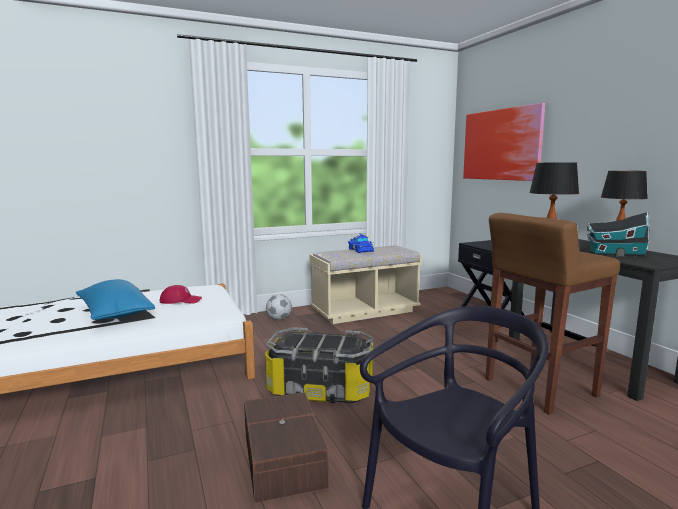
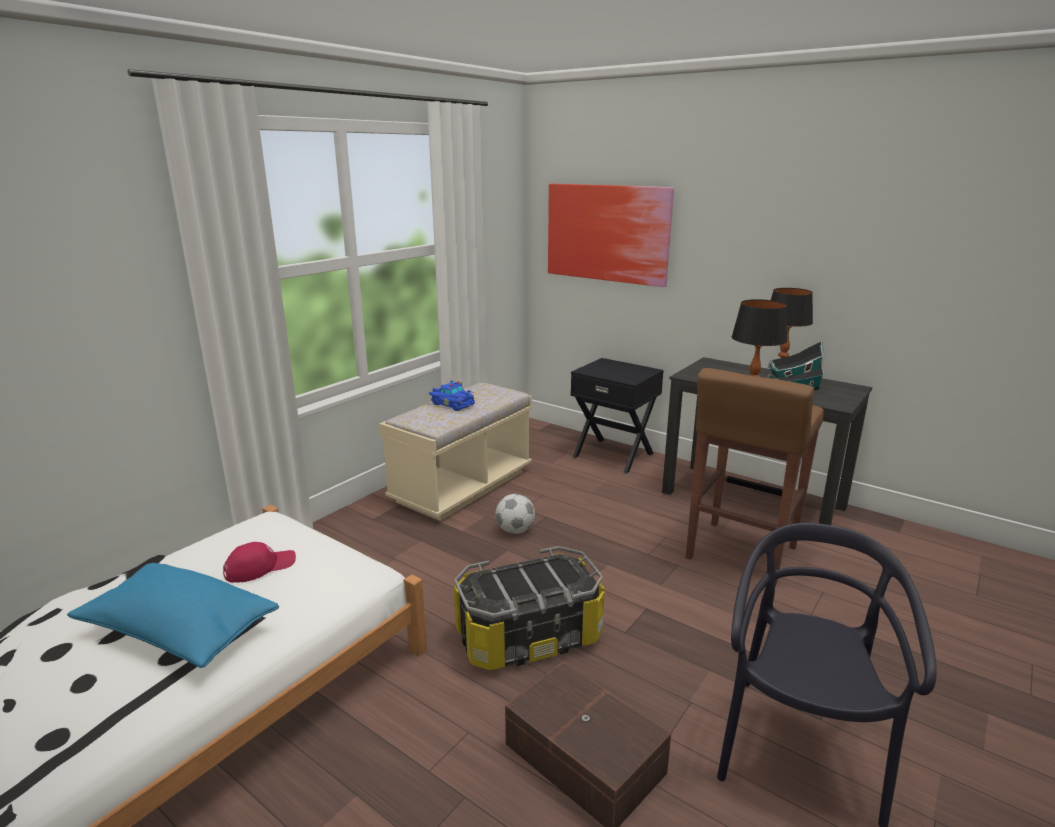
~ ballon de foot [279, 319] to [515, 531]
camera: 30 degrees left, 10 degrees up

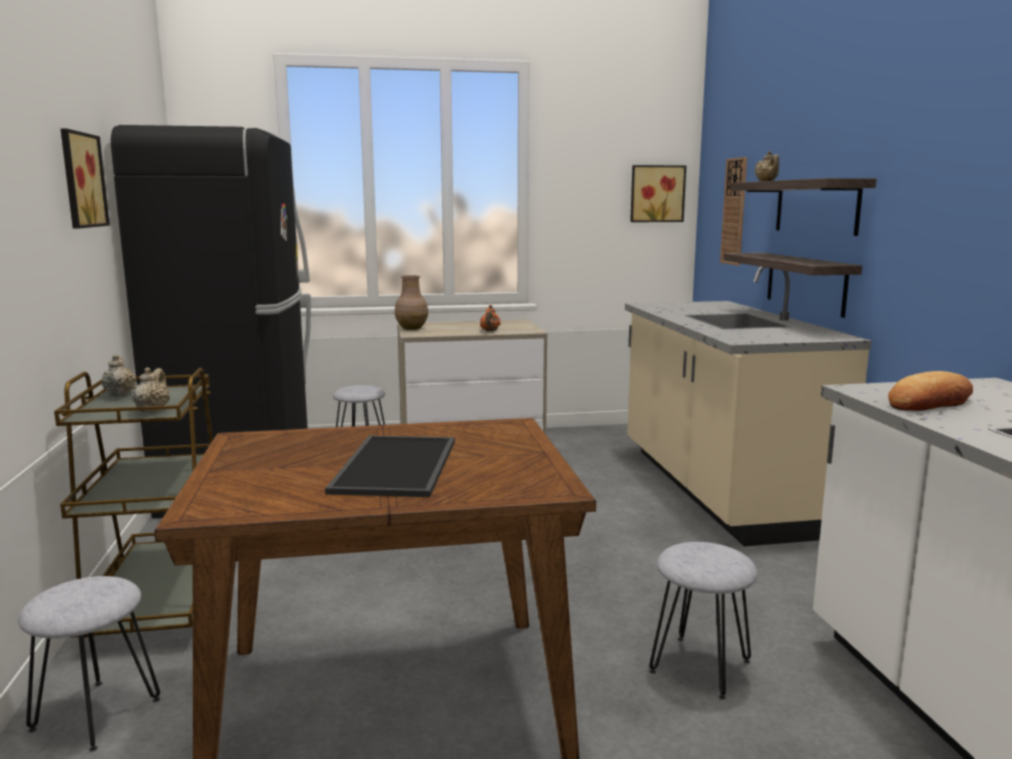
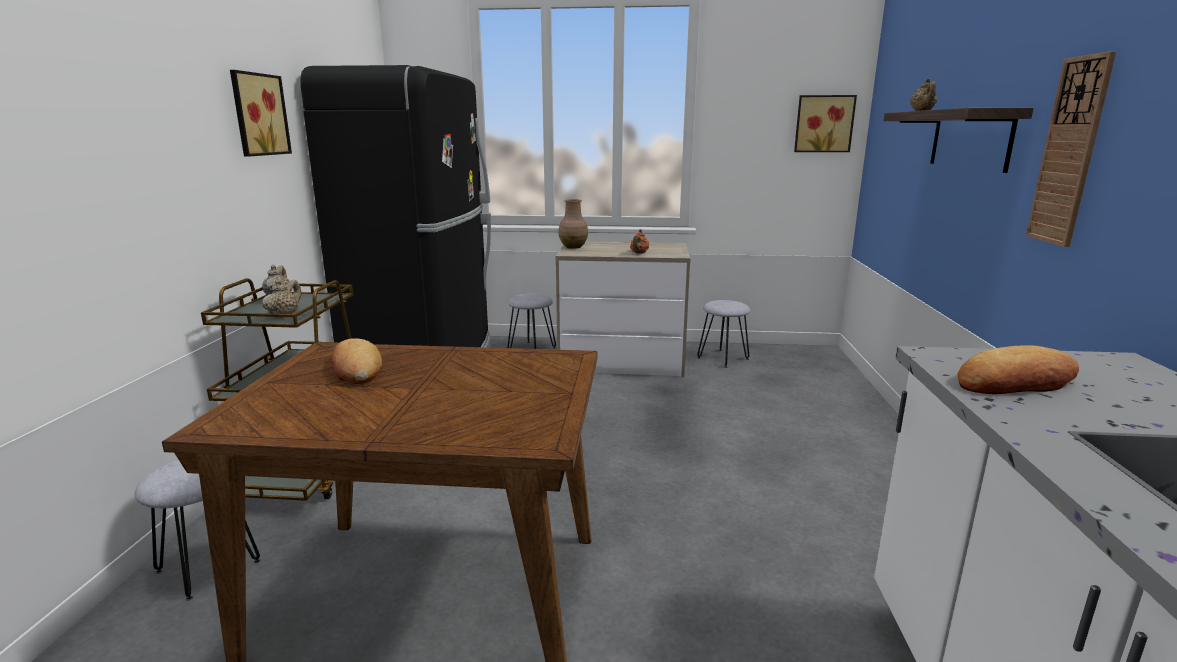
- plateau [398, 466]
- comptoir de cuisine (beige) [718, 489]
~ tabouret (gris) [701, 667] to [723, 358]
~ horloge murale [734, 211] to [1069, 152]
- étagère [805, 283]
+ pain [356, 369]
camera: 15 degrees right, 5 degrees up

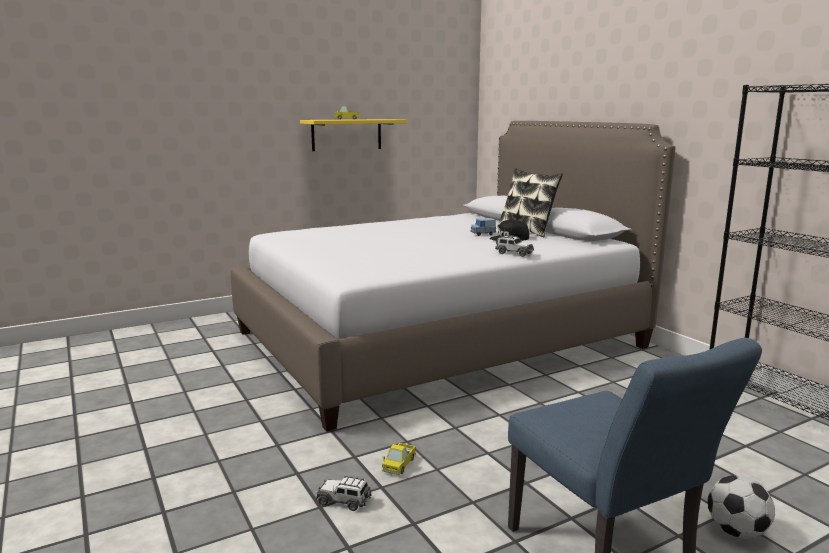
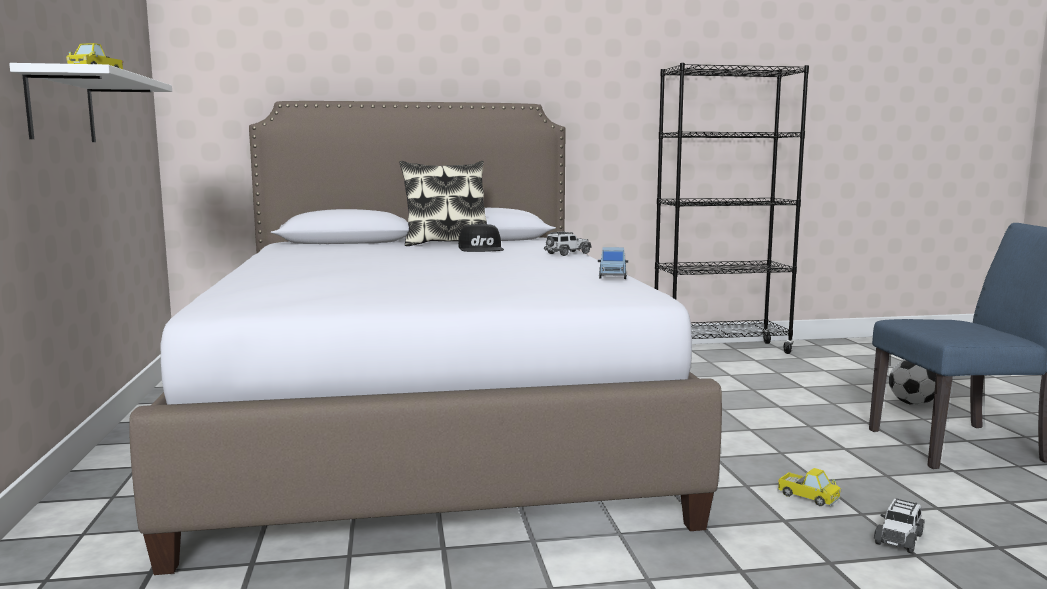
~ étagère (jaune) [346, 134] to étagère (blanc) [61, 108]
~ petite voiture (bleu) [483, 234] to [612, 276]
camera: 70 degrees left, 5 degrees down

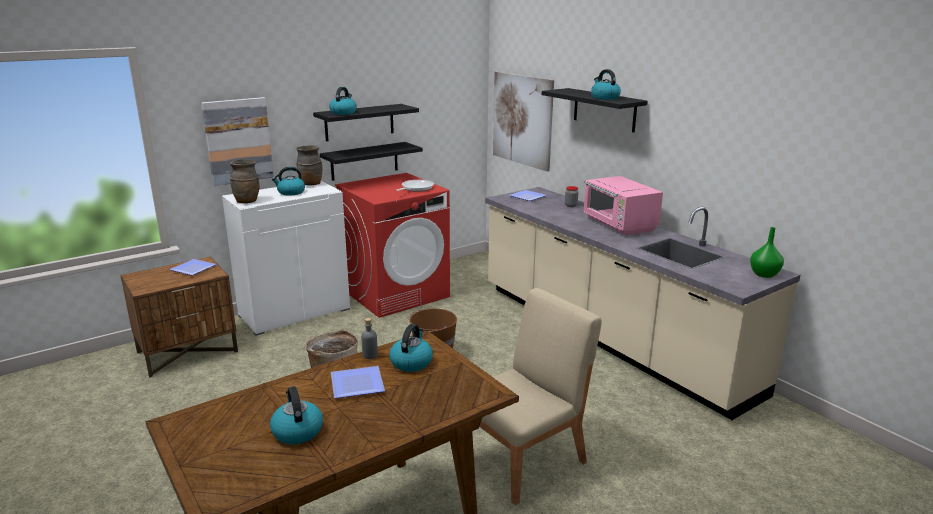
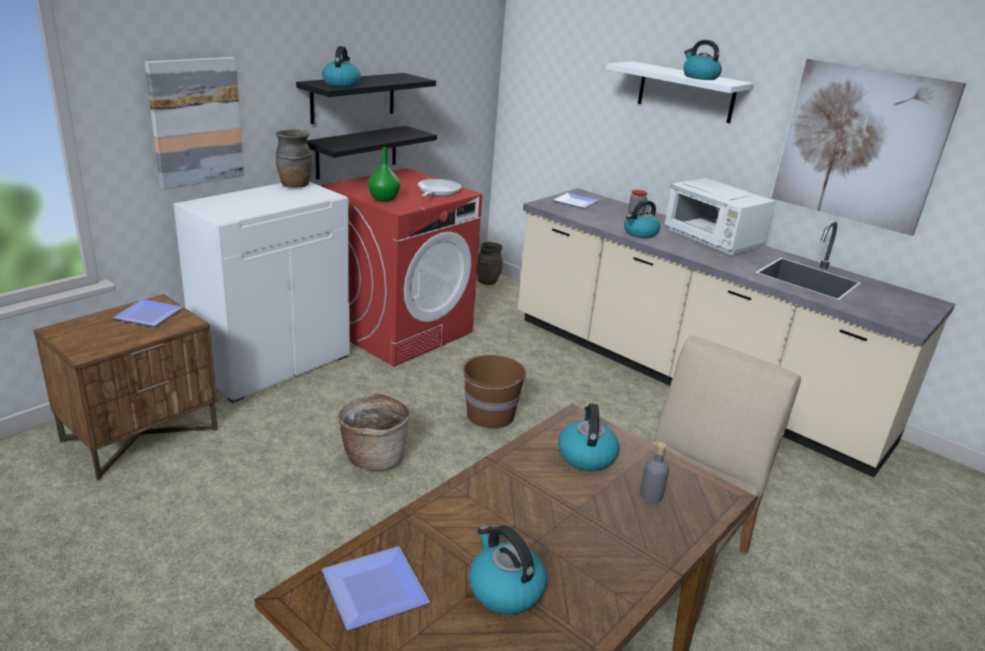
~ vase (marron) [247, 201] to [487, 282]
~ bouilloire [290, 192] to [640, 233]
~ assiette [359, 385] to [378, 591]
~ bouteille (gris) [370, 355] to [651, 495]
~ tableau [522, 120] to [860, 145]
~ étagère (noir) [604, 110] to étagère (blanc) [686, 92]
~ micro-ondes (rose) [619, 225] to micro-ondes (blanc) [712, 241]
~ vase (vert) [764, 274] to [384, 199]
camera: 15 degrees left, 5 degrees up

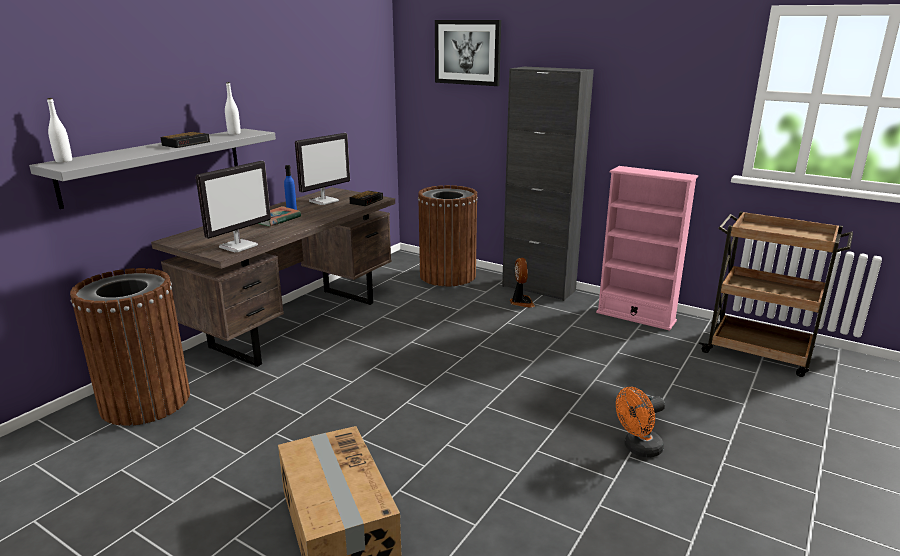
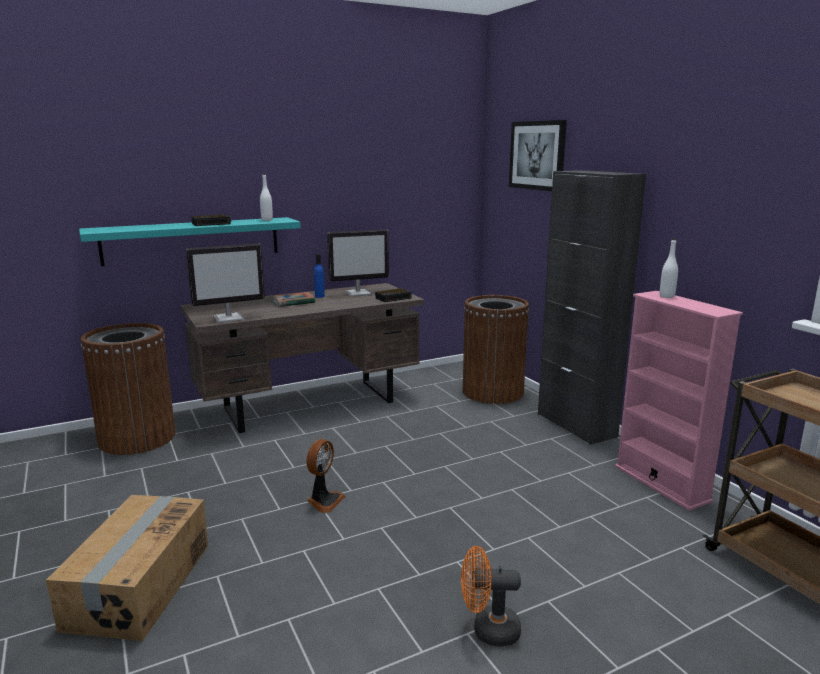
~ étagère (gris) [155, 165] to étagère (turquoise) [192, 240]
~ bouteille (blanc) [64, 161] to [666, 296]
~ ventilateur [521, 302] to [324, 501]
camera: 30 degrees right, 5 degrees down

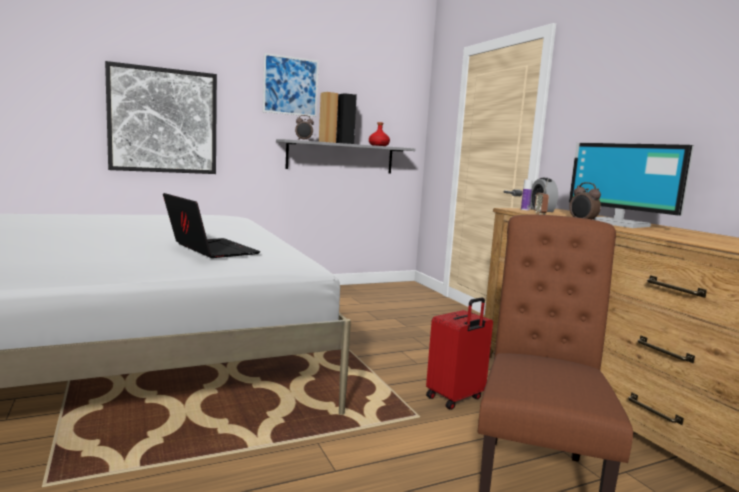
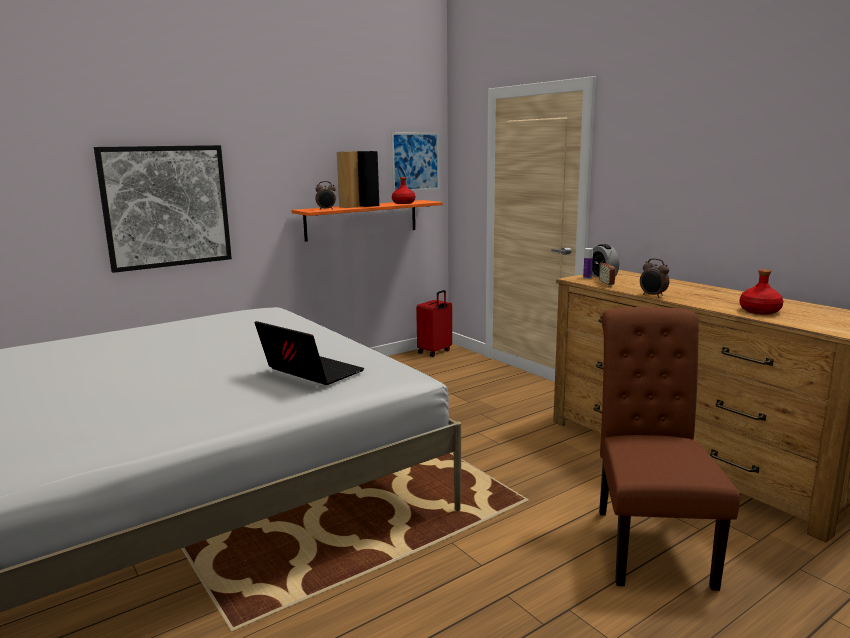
~ tableau [290, 86] to [415, 161]
~ étagère (gris) [341, 157] to étagère (orange) [362, 220]
~ valise (rouge) [455, 398] to [435, 352]
- écran d'ordinateur [619, 223]
+ bouteille (rouge) [759, 311]
camera: 10 degrees left, 5 degrees up

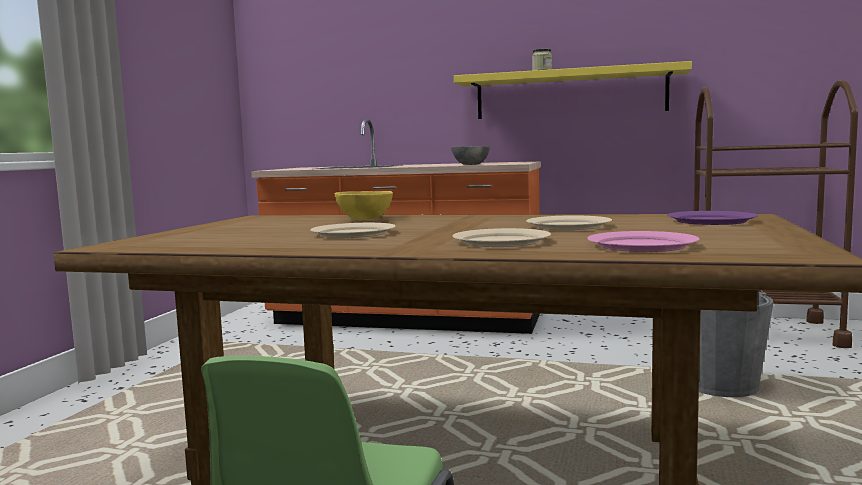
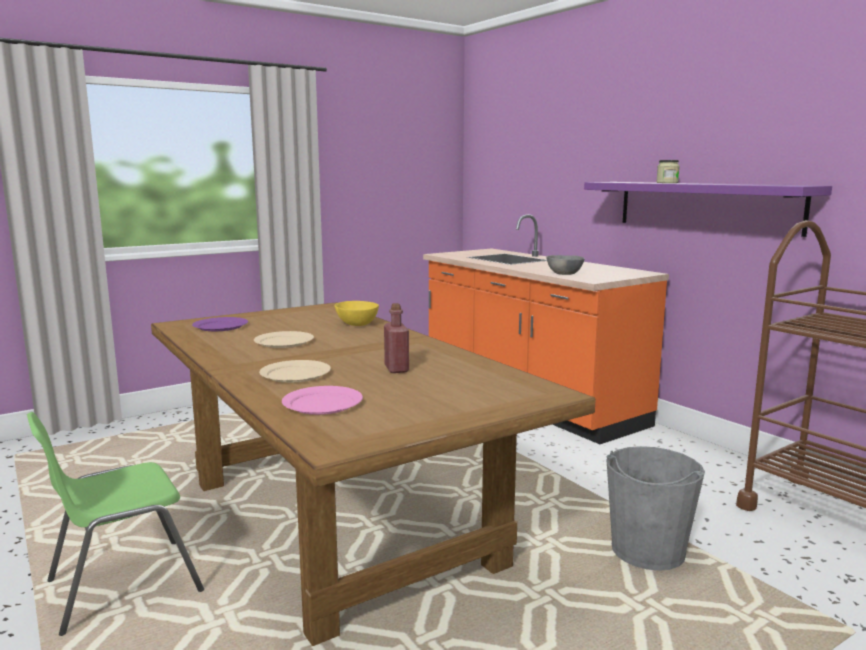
~ étagère (jaune) [570, 94] to étagère (violet) [706, 206]
~ assiette (beige) [568, 226] to bouteille (rouge) [396, 369]
~ assiette (violet) [711, 221] to [220, 326]
camera: 40 degrees right, 5 degrees up

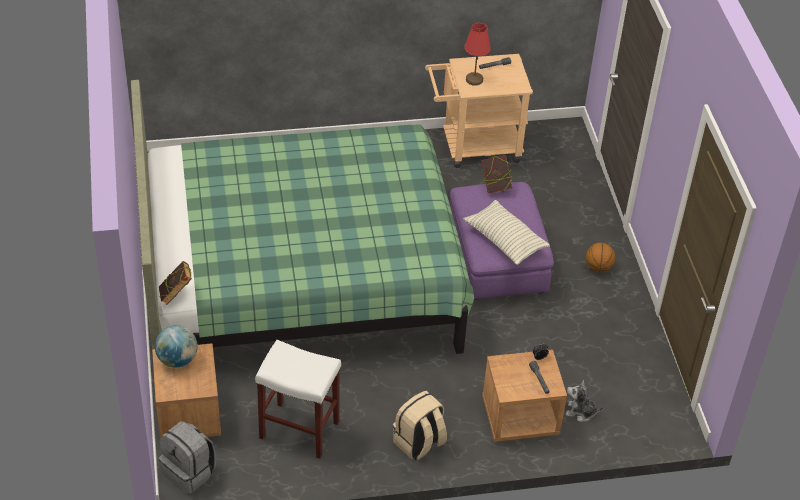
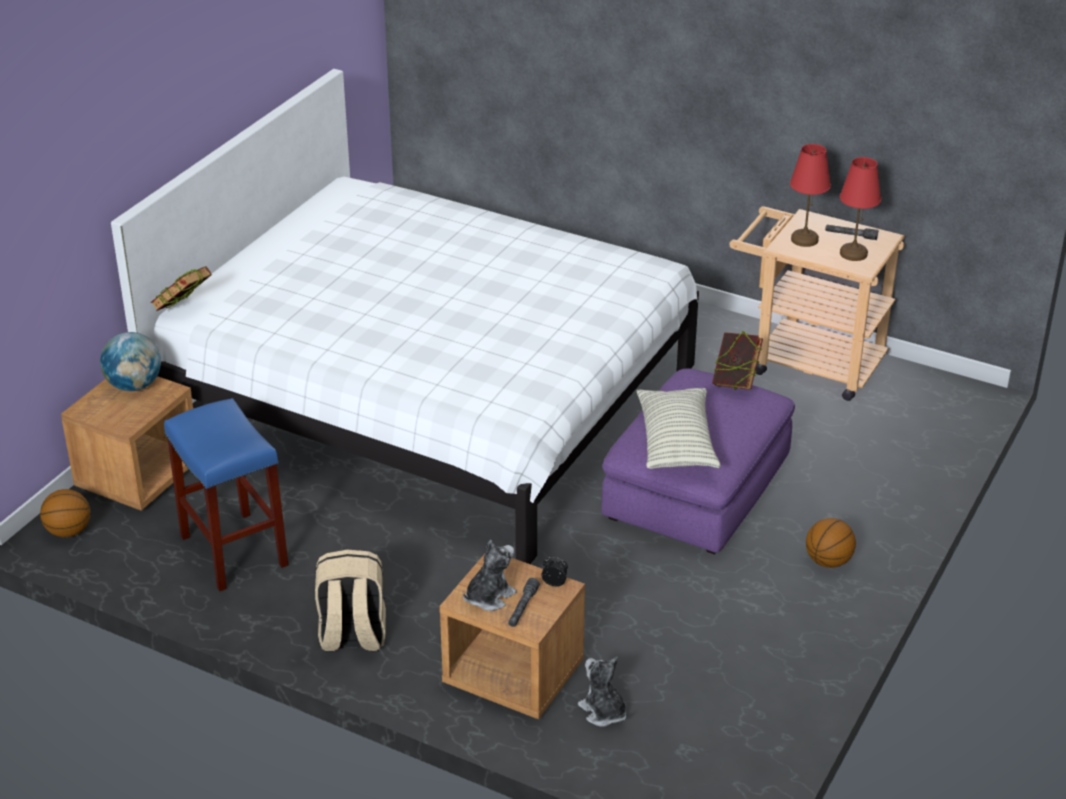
~ lit (vert) [299, 274] to lit (blanc) [428, 400]
~ sac à dos (gris) [190, 472] to ballon de basket [69, 531]
~ tabouret (blanc) [298, 430] to tabouret (bleu) [232, 550]
+ peluche [489, 597]
+ lampe de table (rouge) [853, 254]
camera: 40 degrees right, 10 degrees down

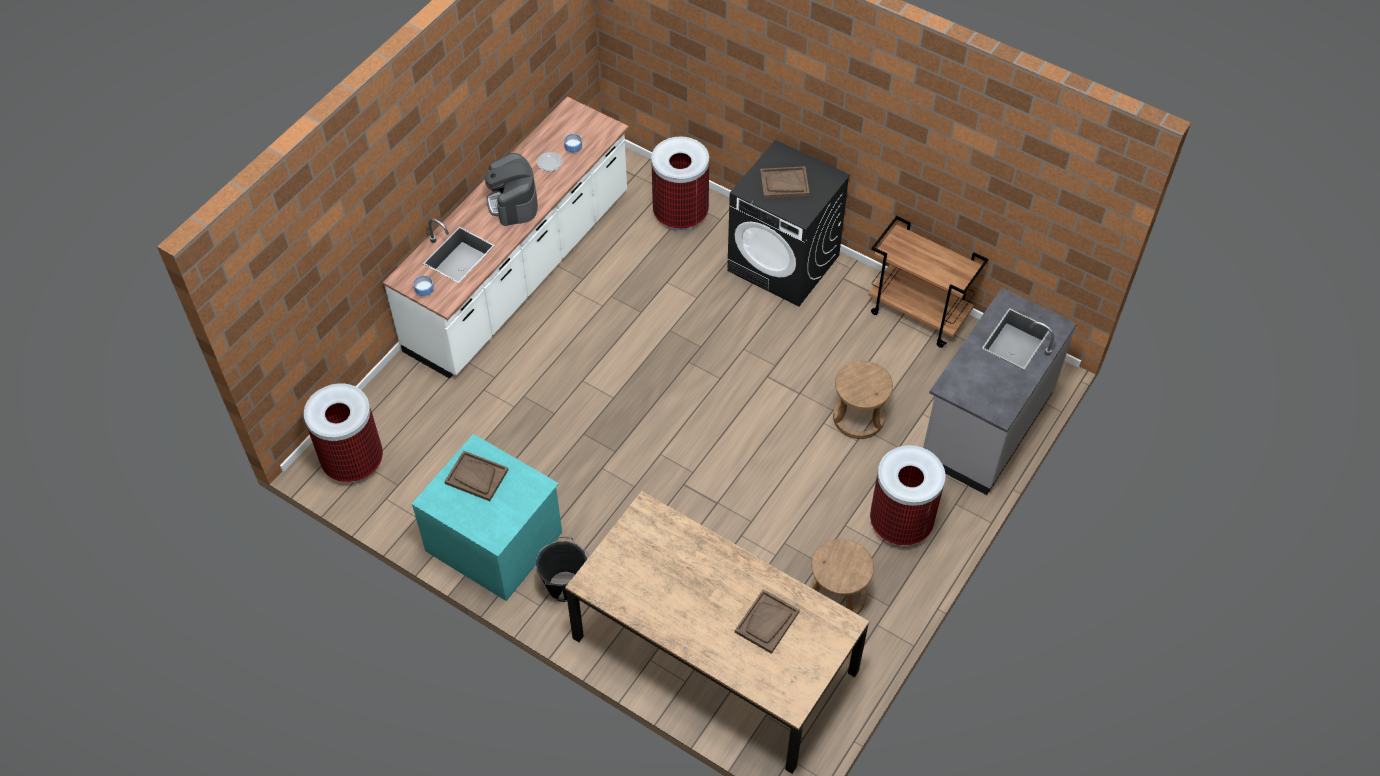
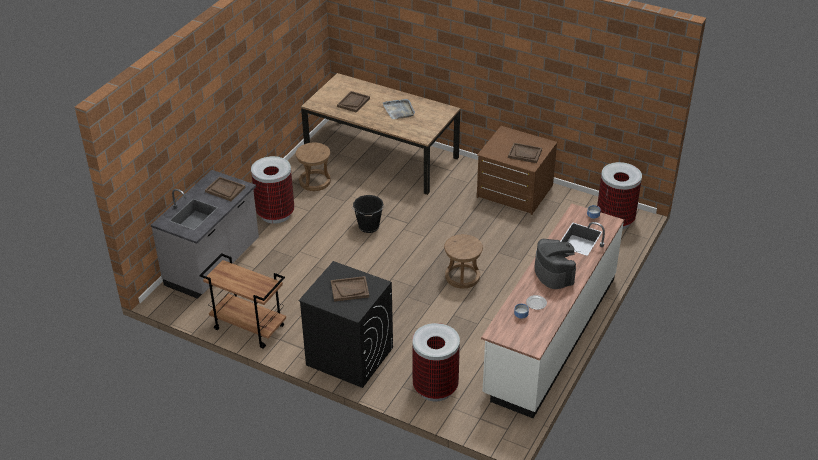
~ commode (turquoise) [495, 540] to commode (marron) [514, 192]
~ seau (noir) [565, 585] to [369, 227]
~ tabouret (marron) [858, 418] to [462, 276]
+ plateau (marron) [225, 190]
+ plateau (gris) [399, 110]
camera: 175 degrees right, 15 degrees down

